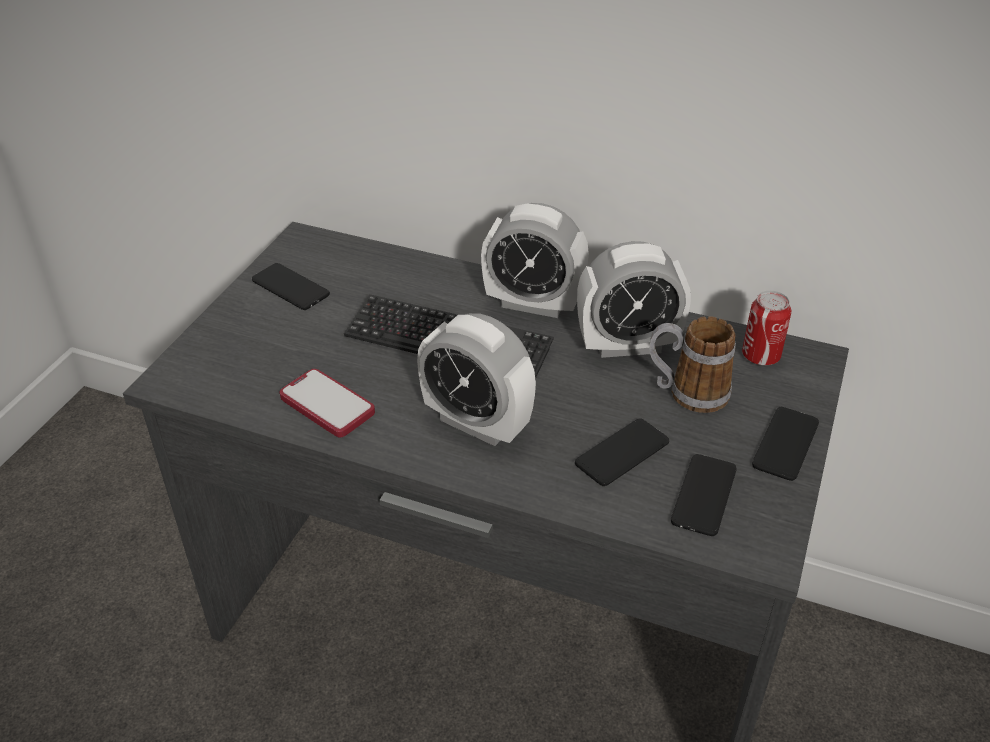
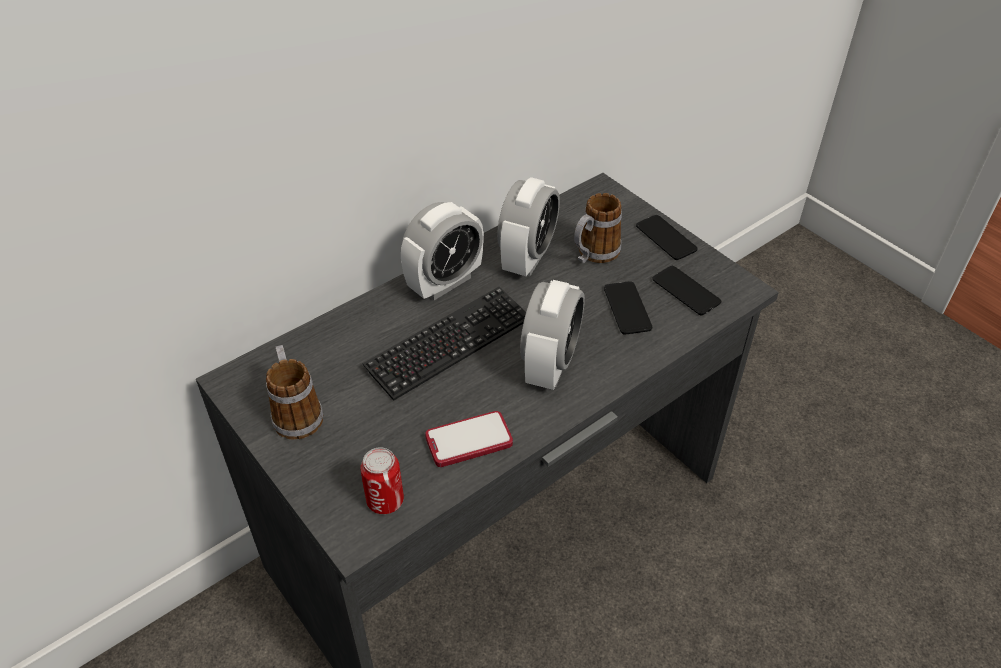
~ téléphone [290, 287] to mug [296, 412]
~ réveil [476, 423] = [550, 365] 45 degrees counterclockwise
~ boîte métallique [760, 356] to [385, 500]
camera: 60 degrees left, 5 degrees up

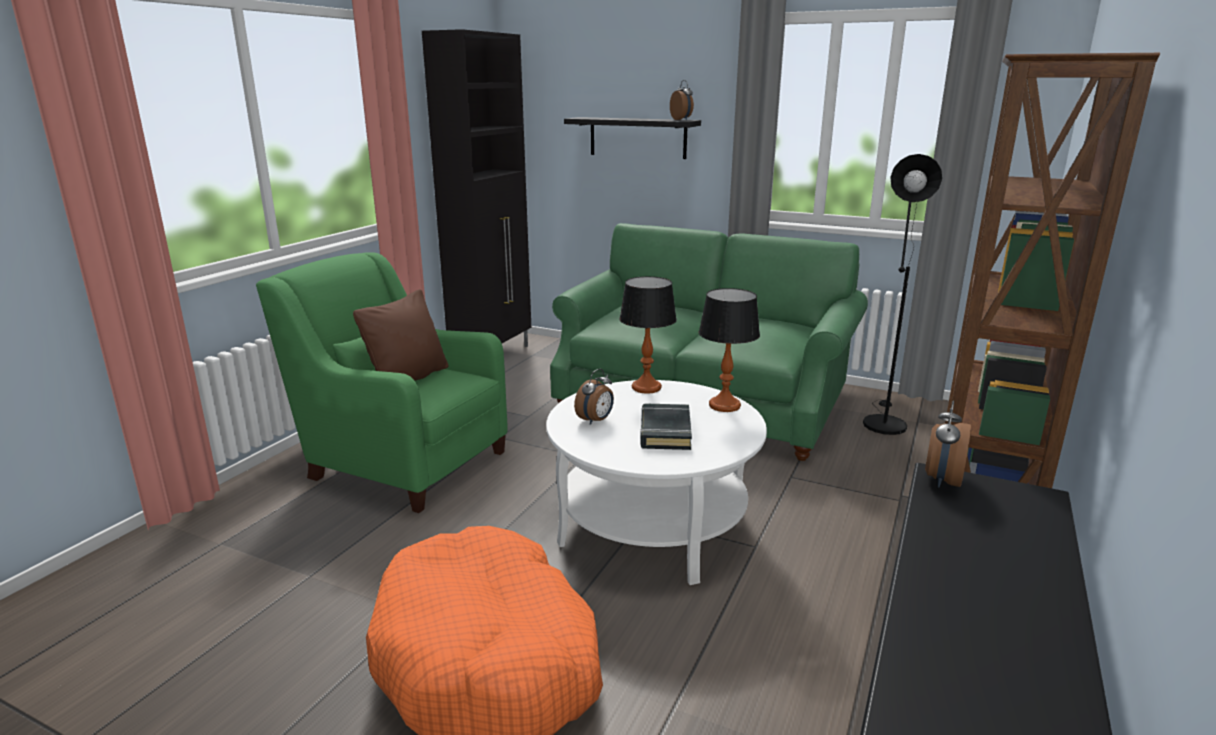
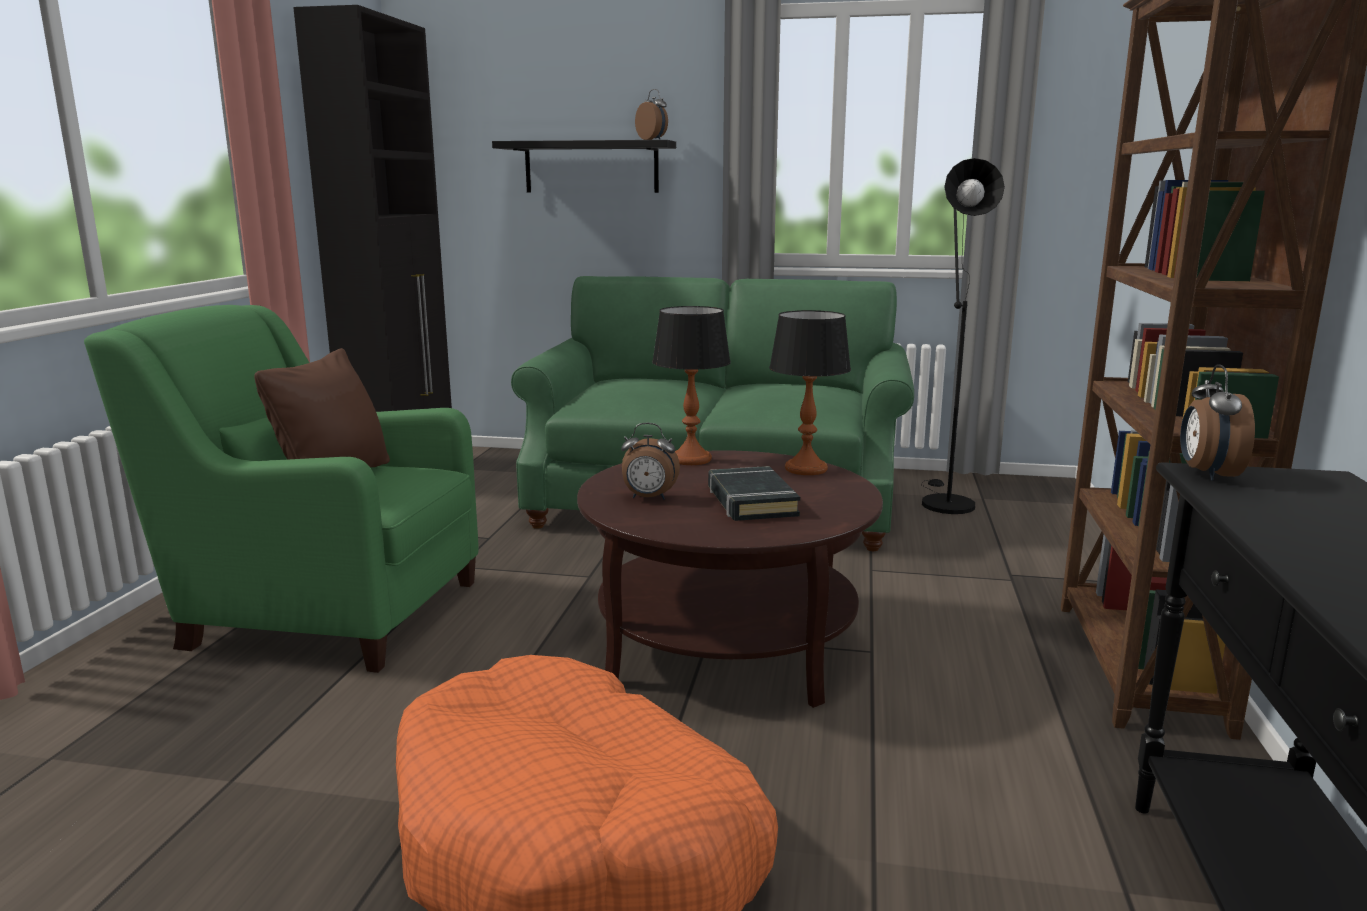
~ table basse (blanc) [653, 525] to table basse (marron) [727, 645]
~ réveil [596, 420] = [649, 498] 75 degrees clockwise
camera: 15 degrees left, 5 degrees down

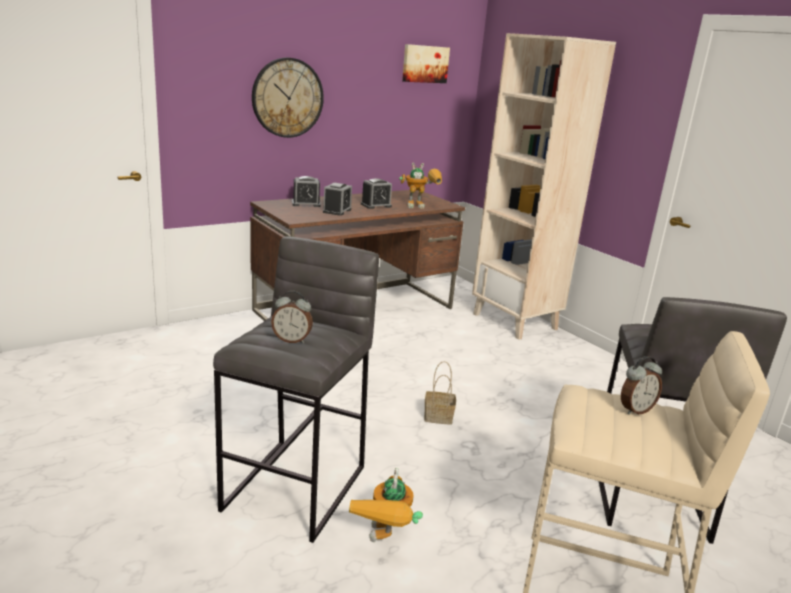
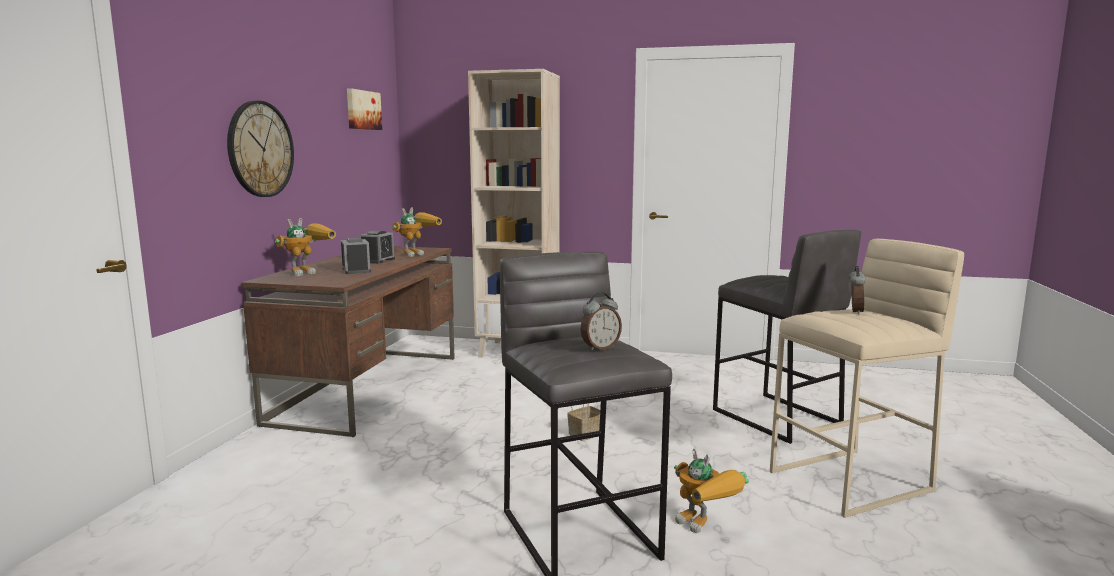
~ réveil [306, 204] to robot jouet [308, 272]
camera: 40 degrees left, 10 degrees down

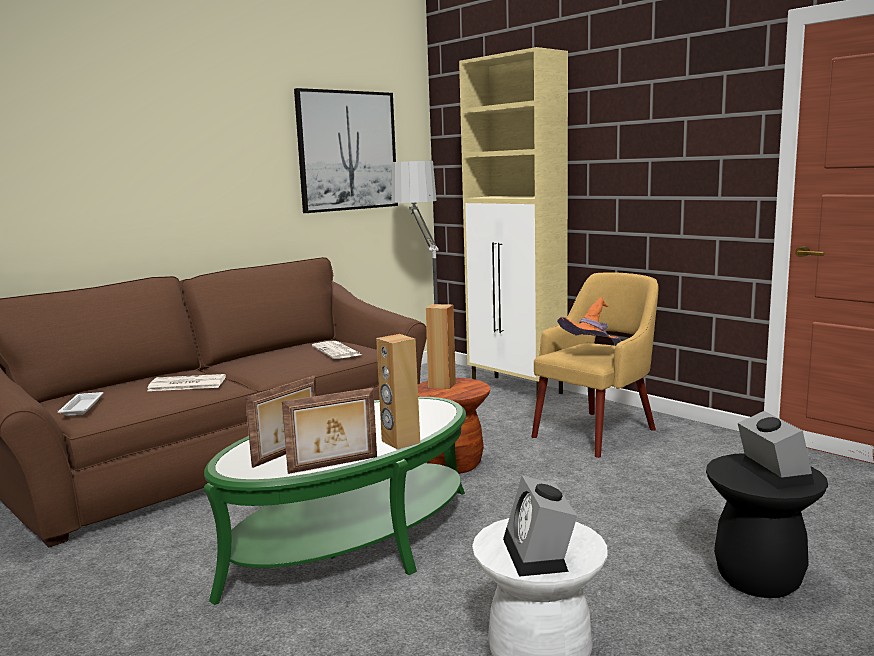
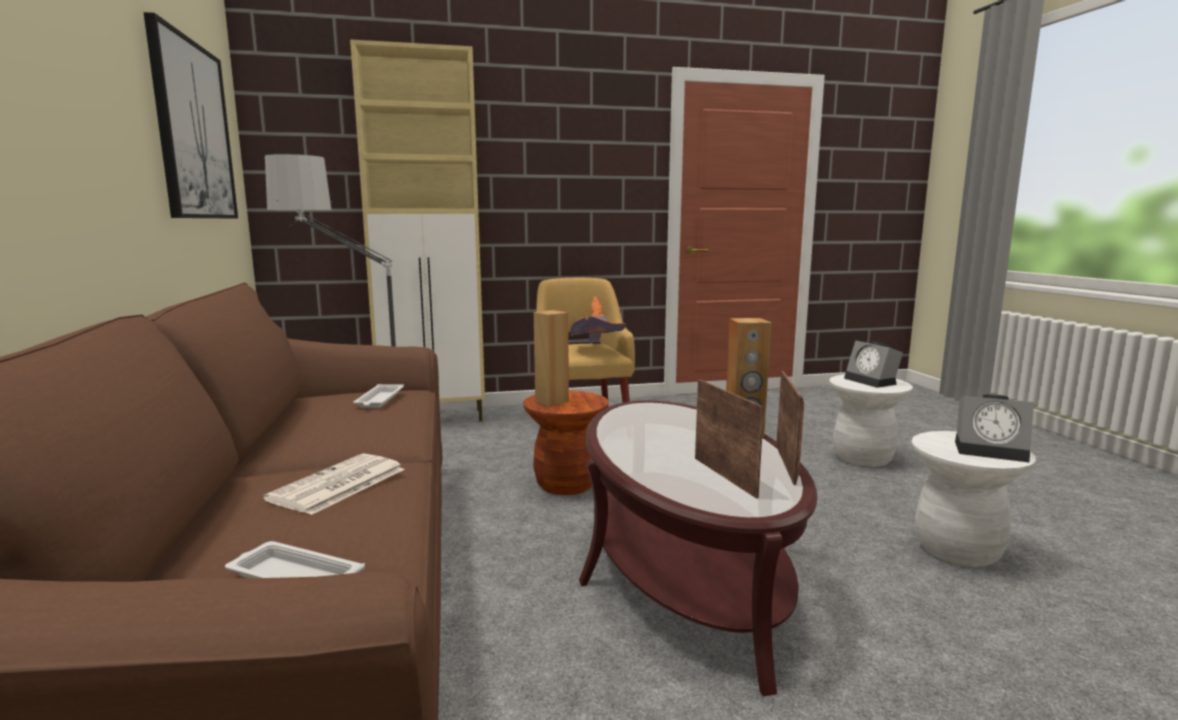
~ table basse (vert) [353, 540] to table basse (marron) [683, 570]
~ journal [337, 351] to plateau (blanc) [379, 400]
~ tabouret (noir) [758, 579] to tabouret (blanc) [863, 458]
~ réveil [771, 474] = [872, 381] 135 degrees counterclockwise
camera: 60 degrees left, 0 degrees up

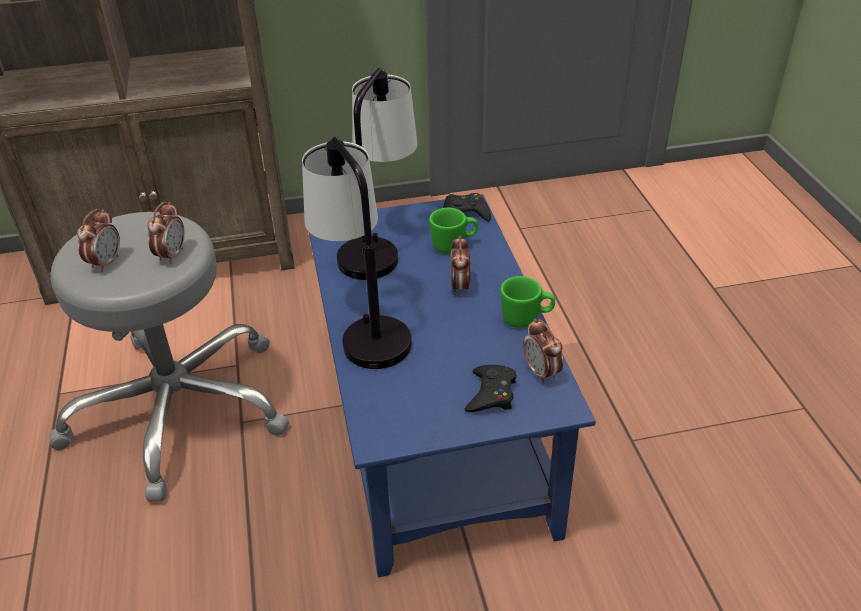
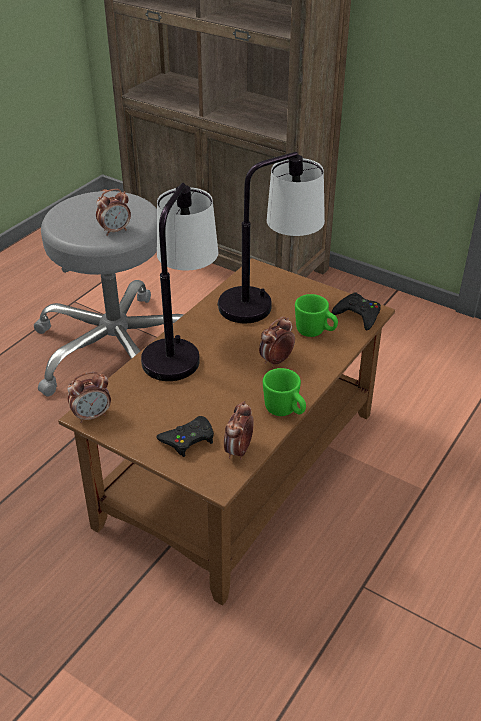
~ réveil [105, 263] to [92, 416]
~ table basse (bleu) [435, 428] to table basse (marron) [239, 470]
camera: 45 degrees right, 0 degrees up

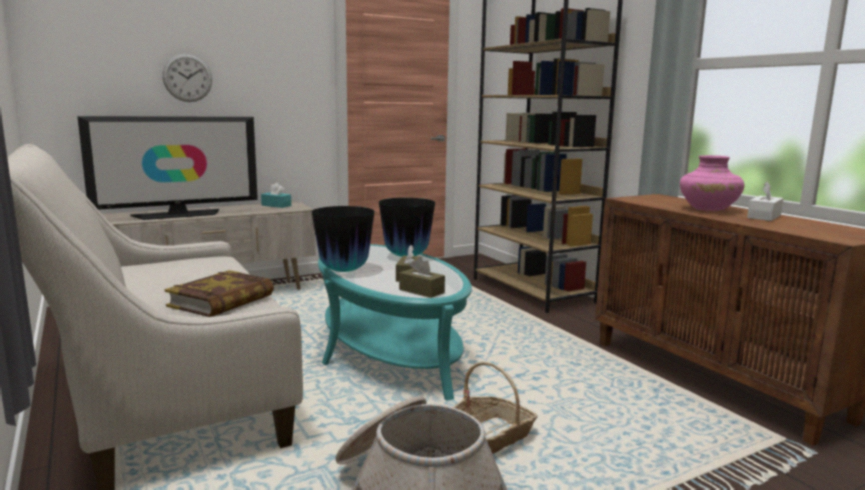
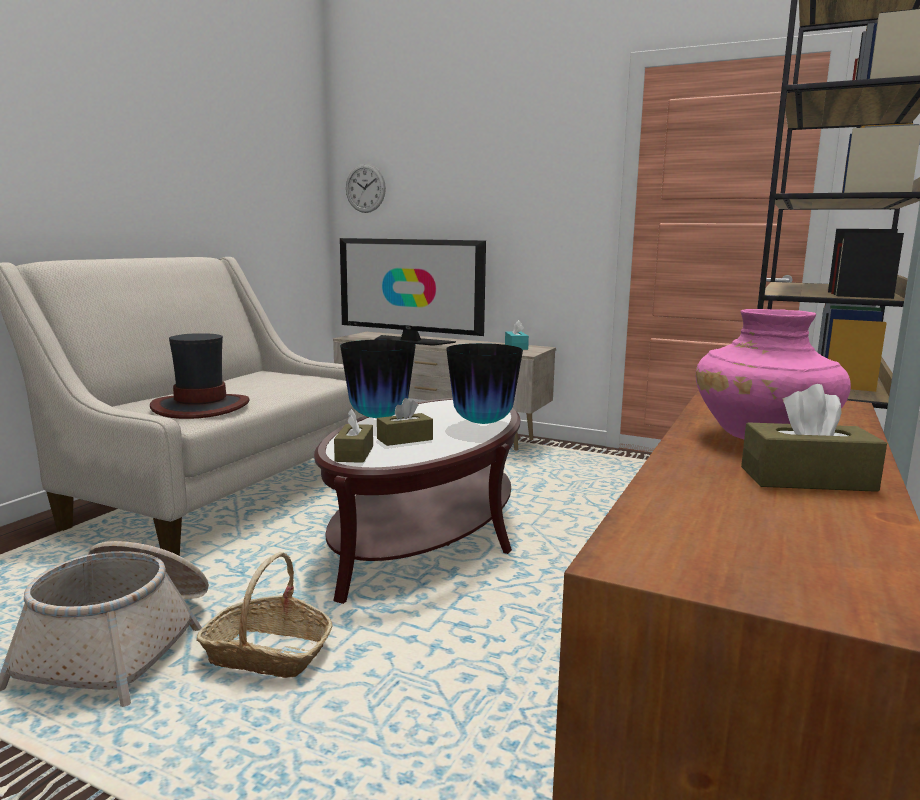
~ horloge murale [187, 78] to [365, 188]
~ livre [222, 301] to chapeau [201, 407]
~ table basse (turquoise) [389, 352] to table basse (marron) [426, 535]
~ boîte à mouchoirs (blanc) [764, 216] to boîte à mouchoirs (marron) [807, 479]
camera: 55 degrees right, 0 degrees up

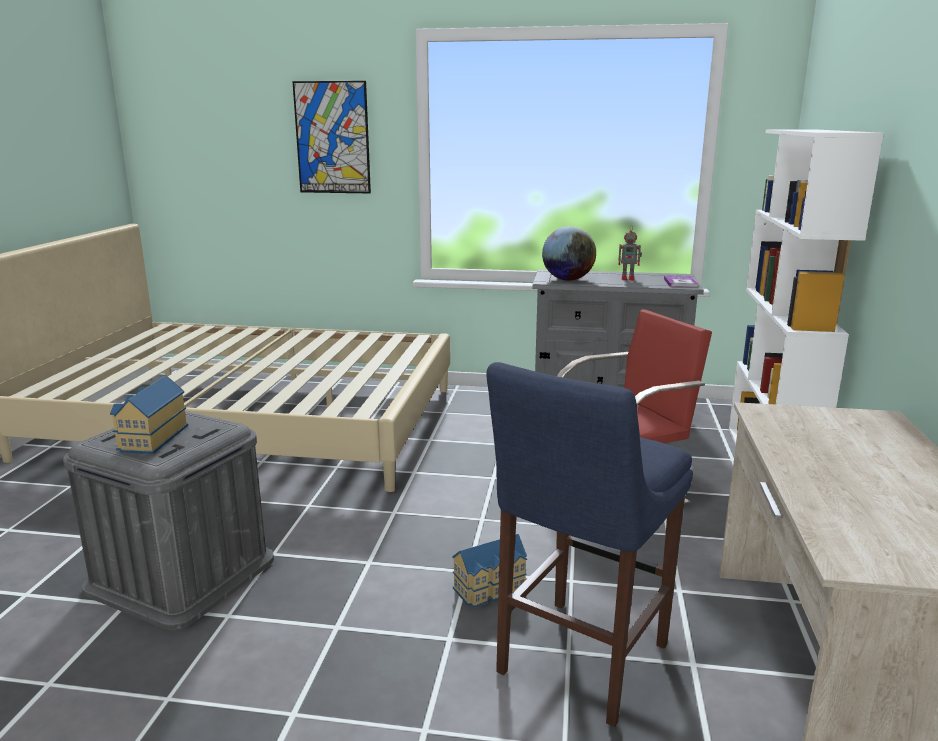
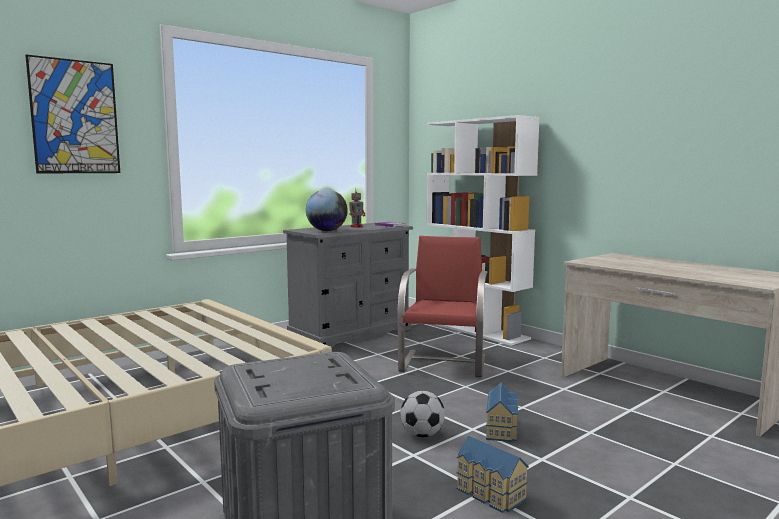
~ maison miniature [151, 438] to [489, 494]
- tabouret (bleu) [578, 662]
+ ballon de foot [422, 434]
camera: 50 degrees left, 10 degrees down

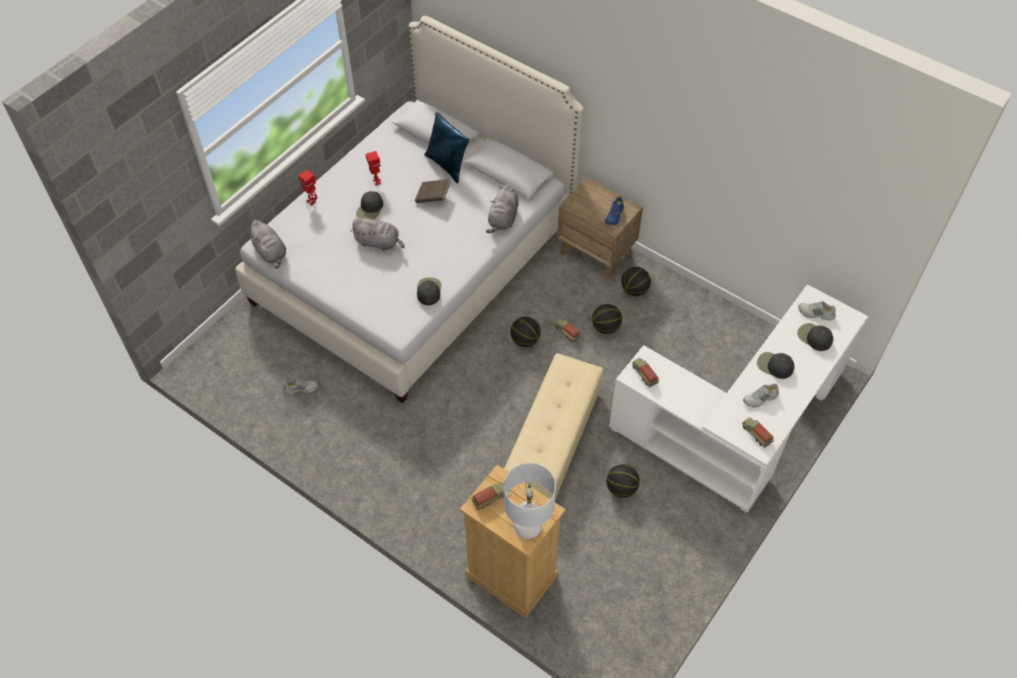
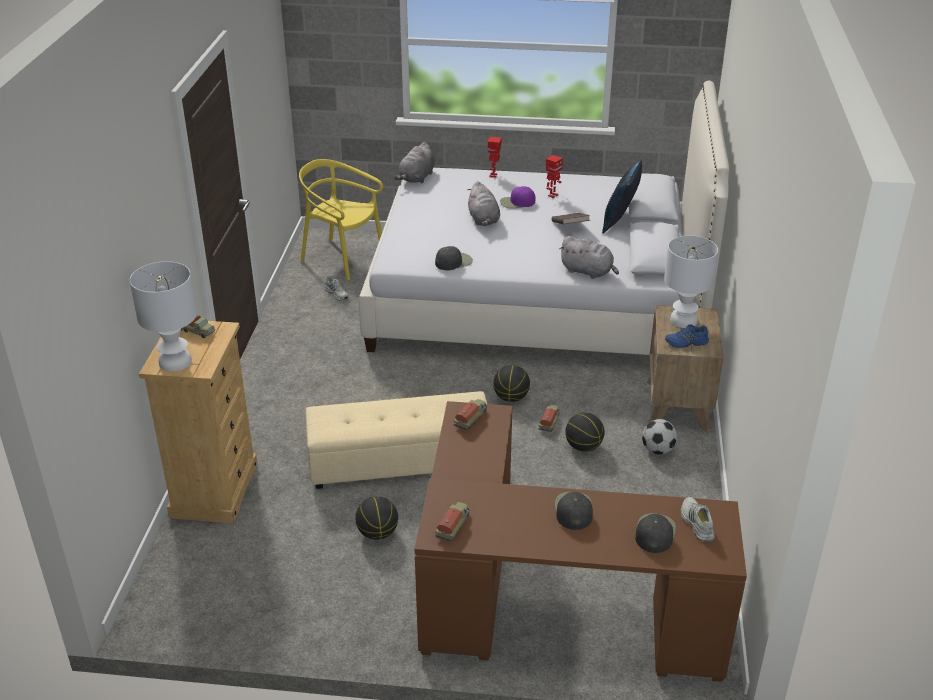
~ casquette (noir) [370, 209] to casquette (violet) [517, 202]
~ peluche (gris) [503, 220] = [588, 272] 135 degrees counterclockwise
~ bureau (blanc) [738, 427] to bureau (marron) [542, 605]
~ ballon de basket [634, 290] to ballon de foot [657, 450]
- chaussure (blanc) [760, 398]
+ chaise (jaune) [342, 258]
+ lampe de table (blanc) [683, 321]
camera: 60 degrees right, 20 degrees down

